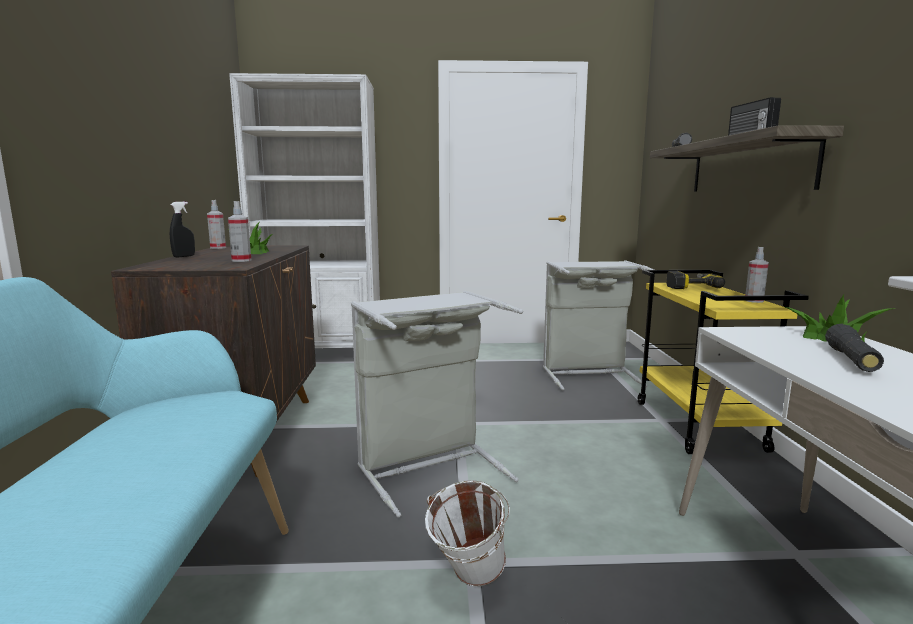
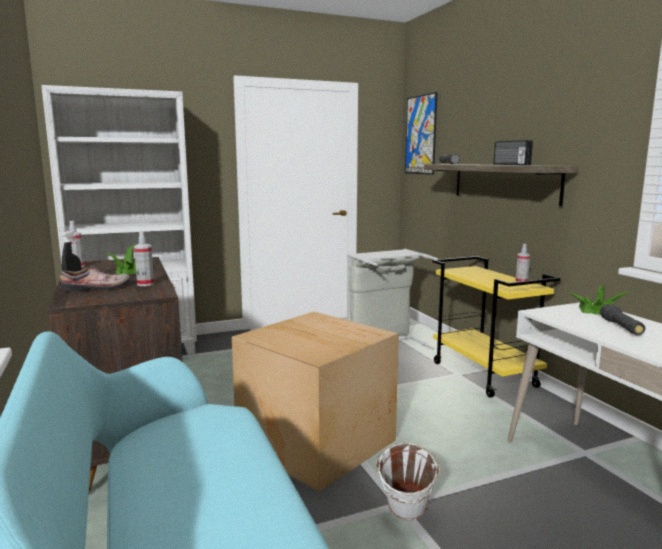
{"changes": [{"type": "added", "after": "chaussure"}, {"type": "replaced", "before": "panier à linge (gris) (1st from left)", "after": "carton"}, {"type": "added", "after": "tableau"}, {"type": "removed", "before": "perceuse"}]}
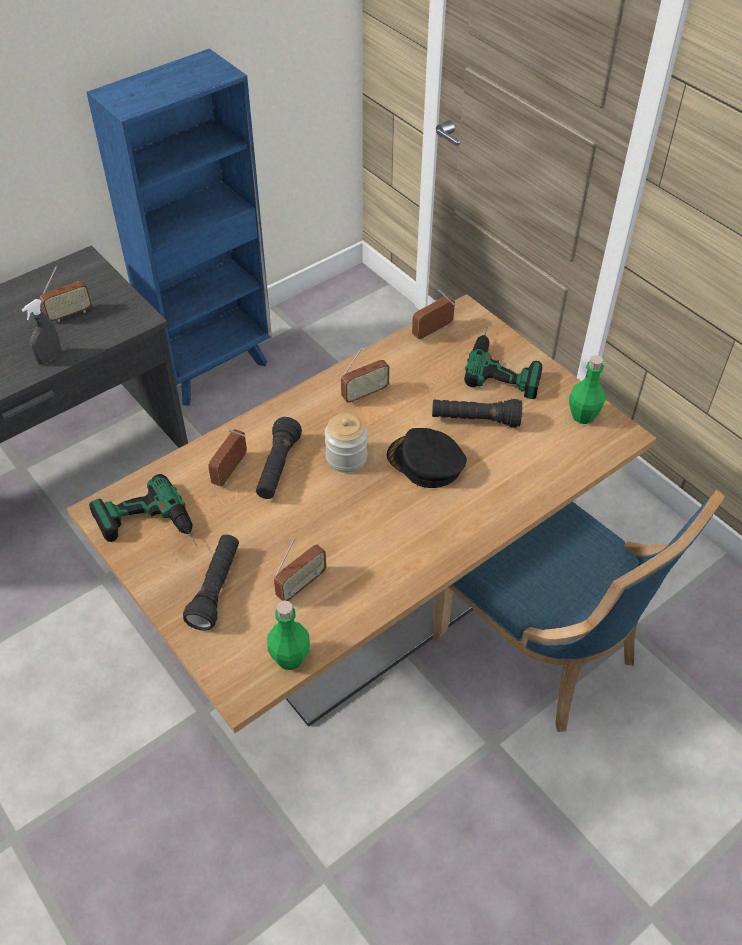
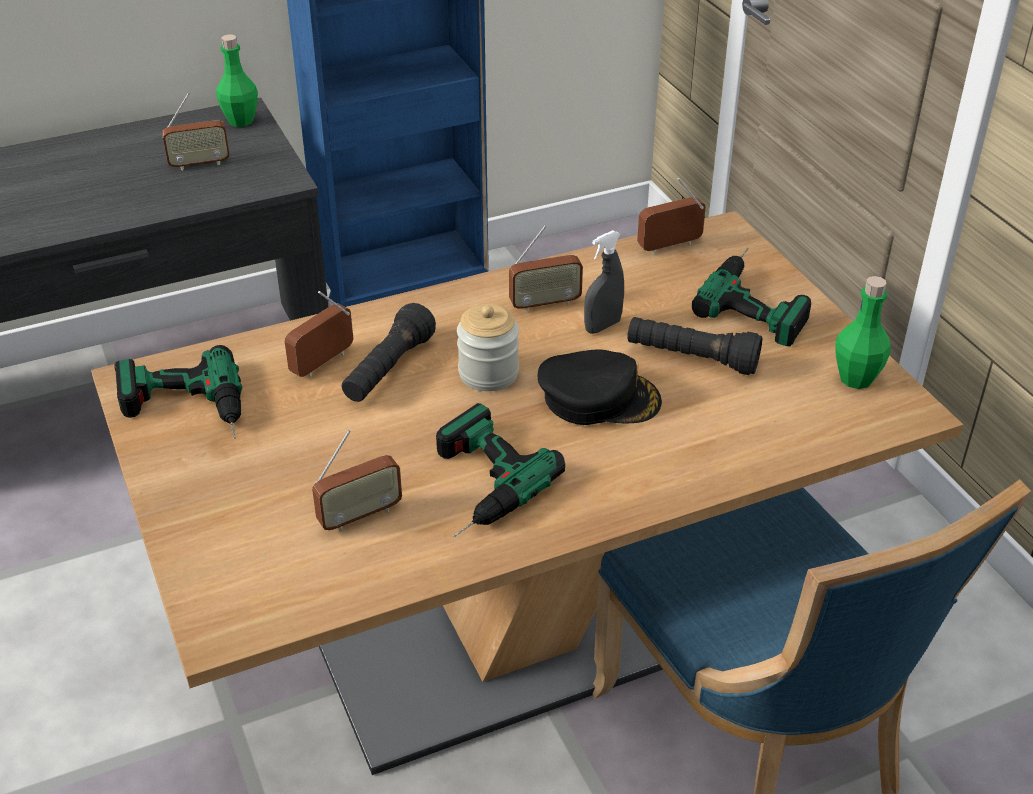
{"changes": [{"type": "moved", "before": "bouteille (vert) (1st from left)"}, {"type": "added", "after": "perceuse (2nd from left)"}, {"type": "turned", "before": "casquette (noir)", "turn": 135}, {"type": "moved", "before": "vaporisateur (gris)"}, {"type": "removed", "before": "lampe de poche (noir) (1st from left)"}]}
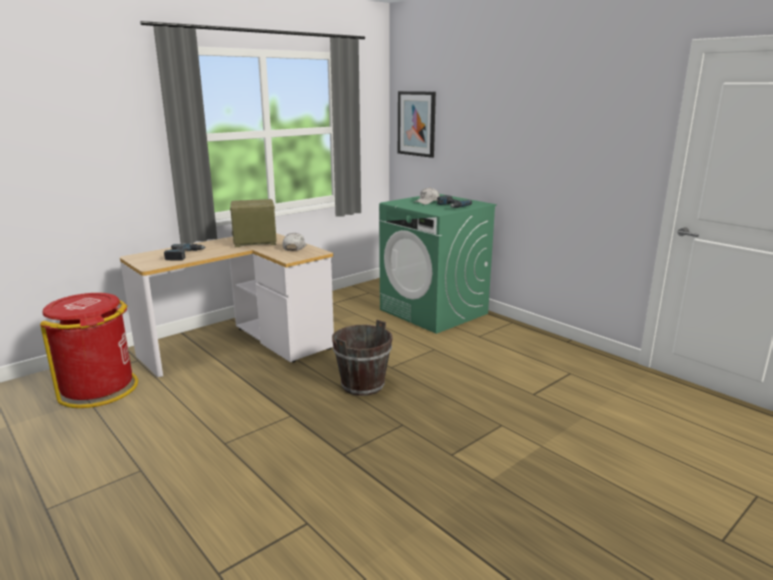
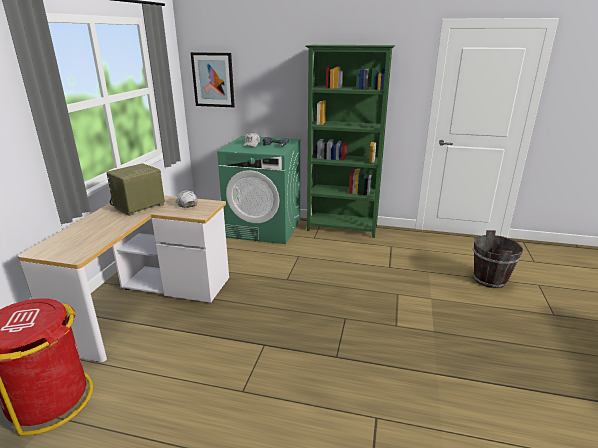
{"changes": [{"type": "added", "after": "bibliothèque (vert)"}, {"type": "moved", "before": "seau (marron)"}, {"type": "removed", "before": "perceuse (1st from left)"}]}
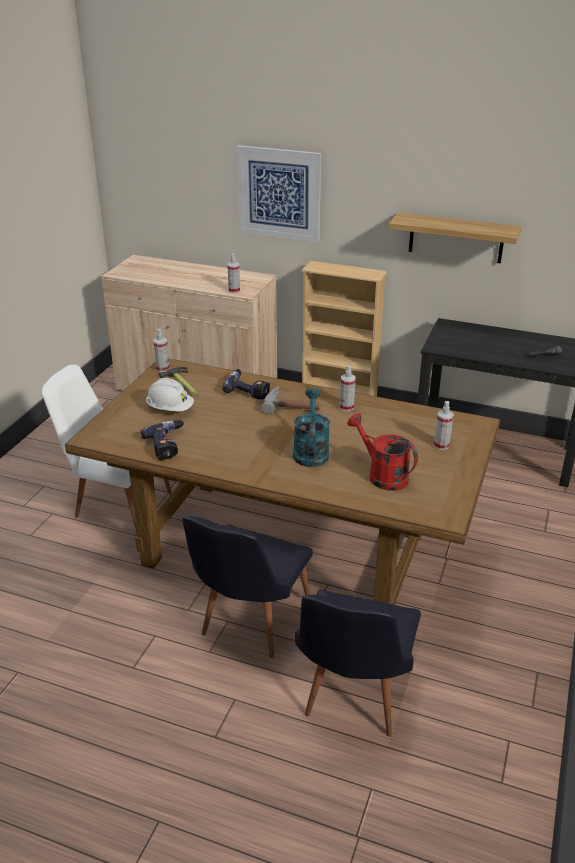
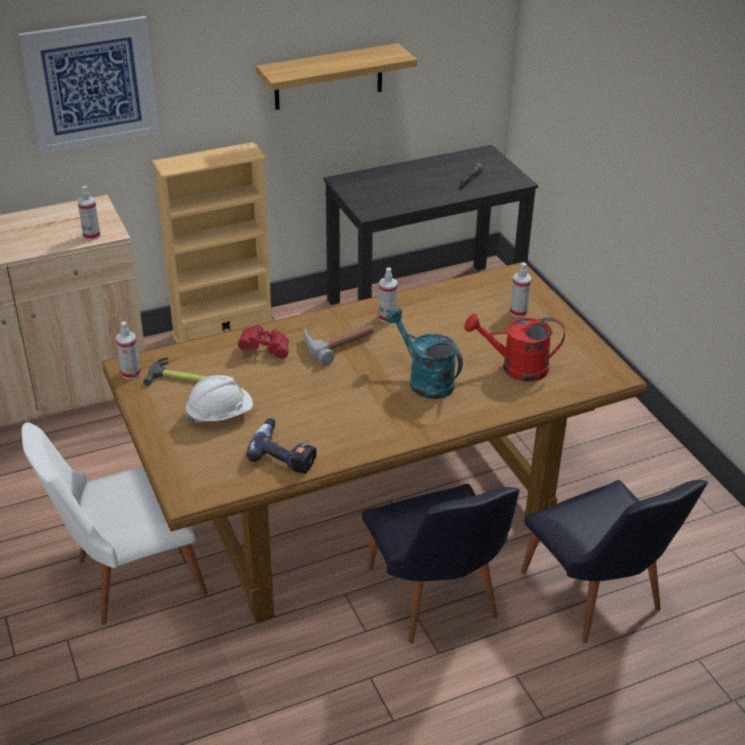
{"changes": [{"type": "replaced", "before": "perceuse (2nd from left)", "after": "jumelles (rouge)"}]}
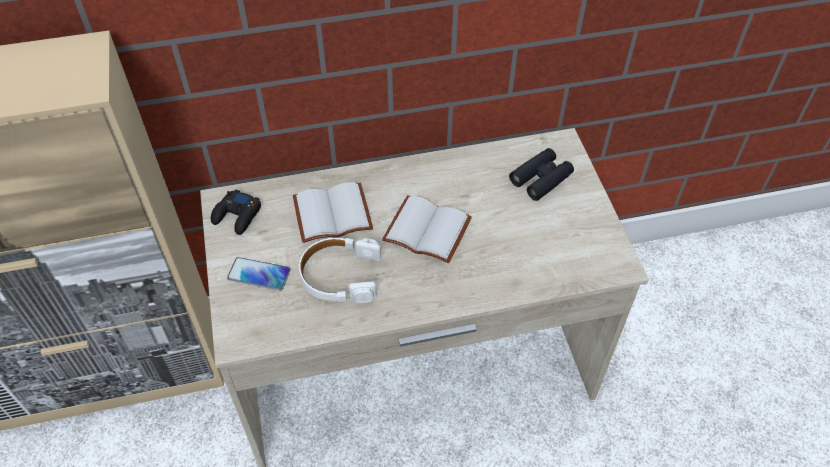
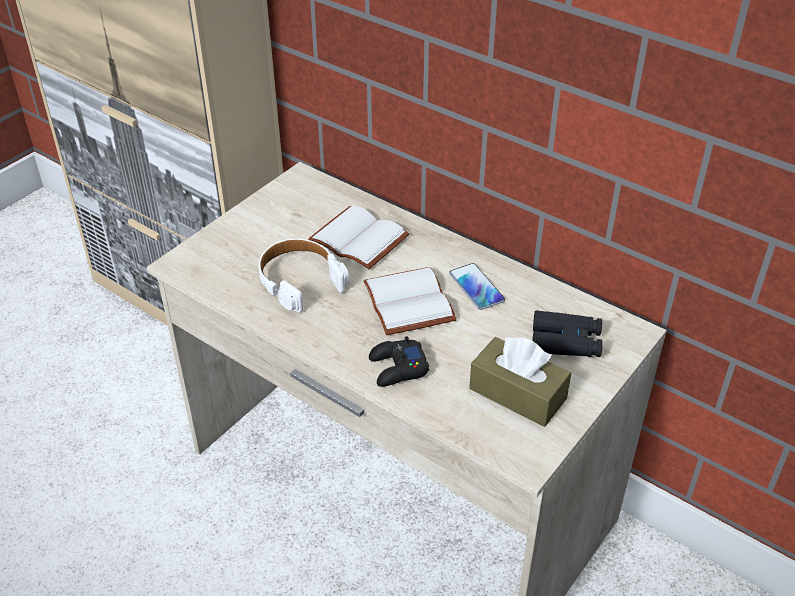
{"changes": [{"type": "moved", "before": "manette (noir)"}, {"type": "moved", "before": "téléphone"}, {"type": "added", "after": "boîte à mouchoirs (marron)"}]}
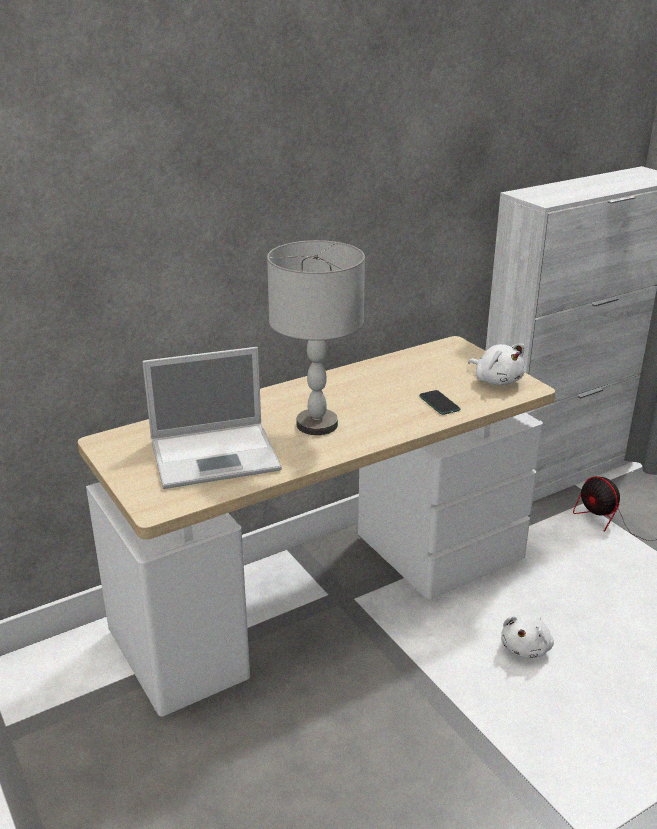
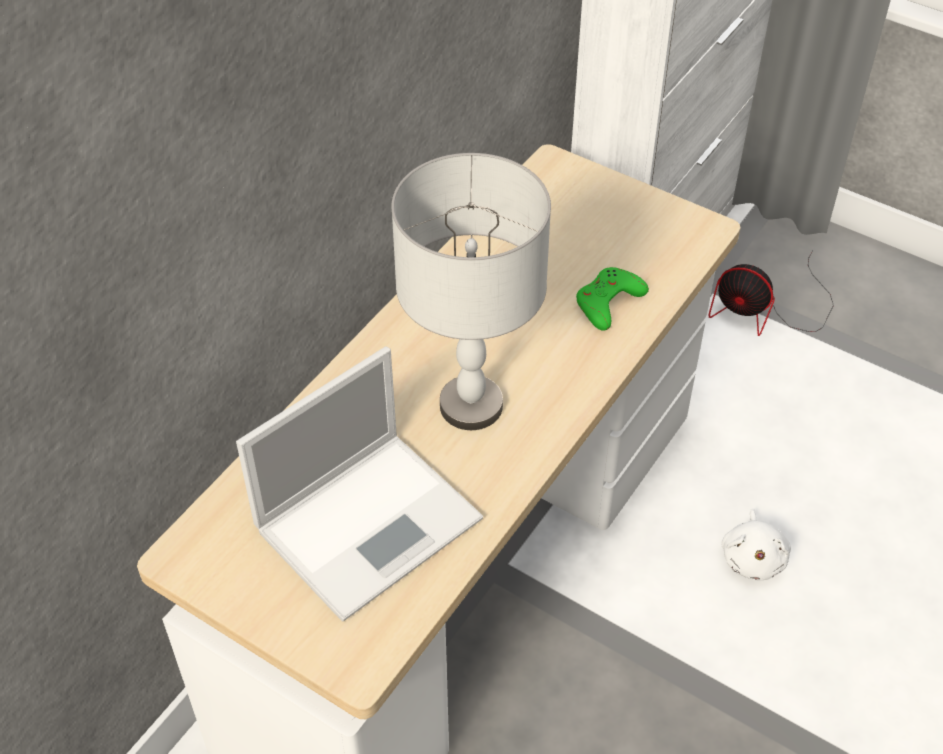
{"changes": [{"type": "replaced", "before": "téléphone", "after": "manette (vert)"}, {"type": "removed", "before": "peluche (blanc) (1st from left)"}]}
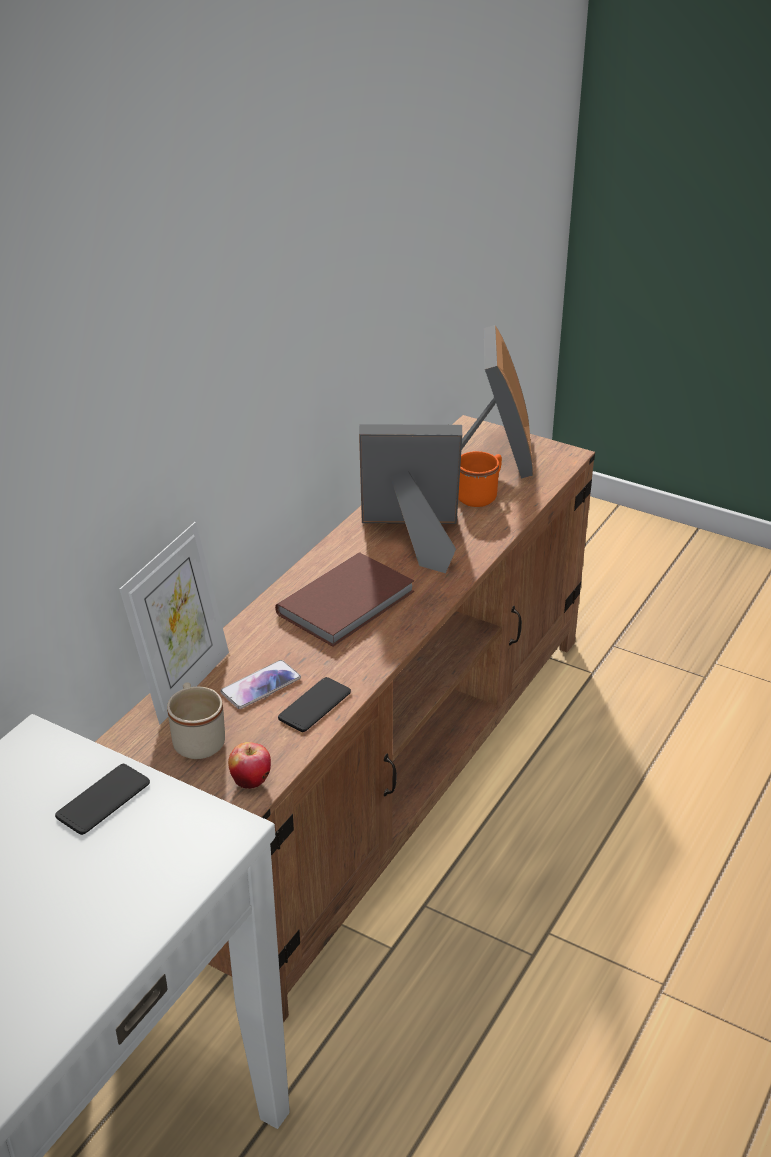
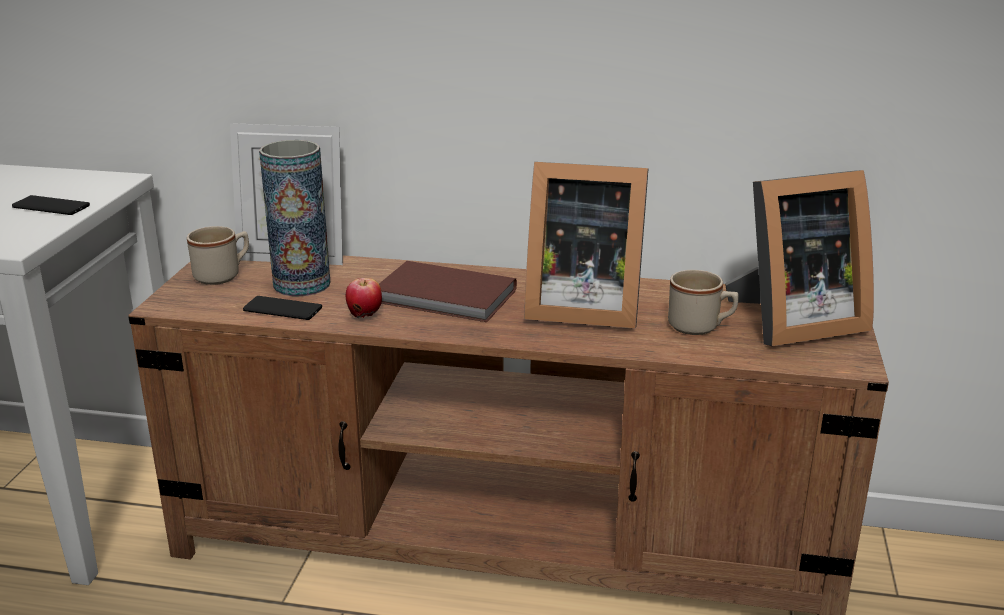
{"changes": [{"type": "replaced", "before": "téléphone (2nd from left)", "after": "vase"}, {"type": "moved", "before": "pomme"}, {"type": "turned", "before": "cadre photo (2nd from left)", "turn": 120}, {"type": "recoloured", "before": "mug (orange)", "after": "mug (beige) (2nd from left)"}]}
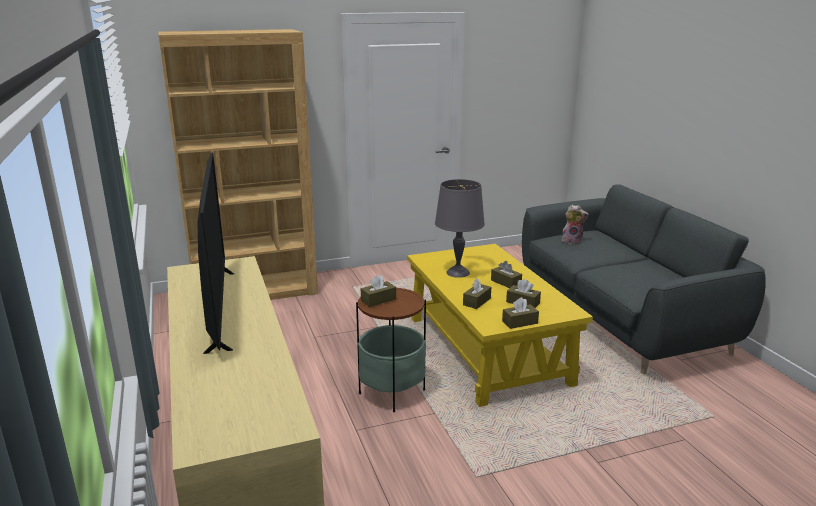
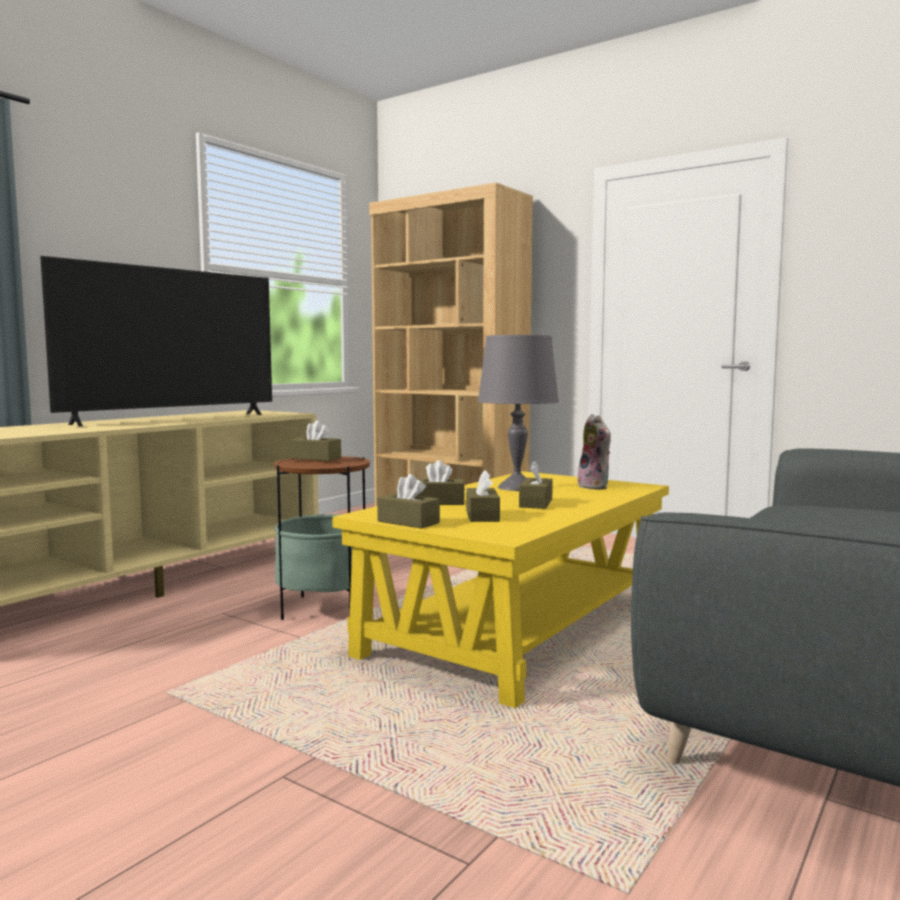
{"changes": [{"type": "moved", "before": "peluche"}]}
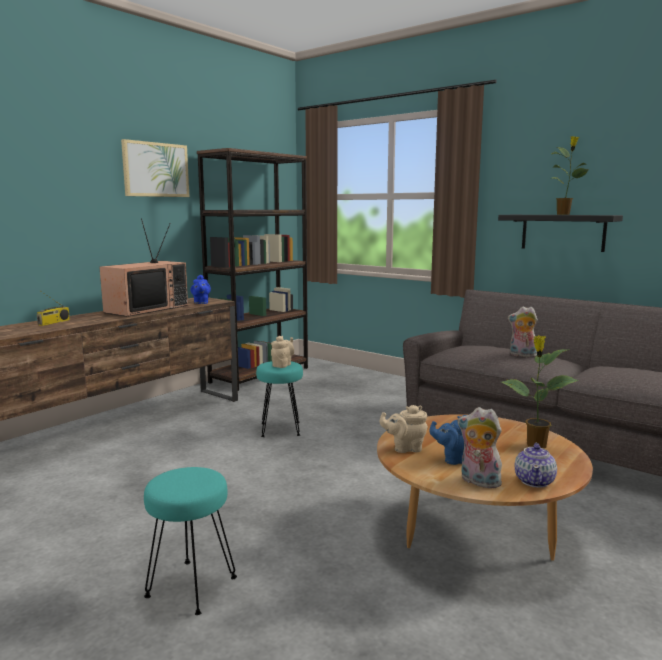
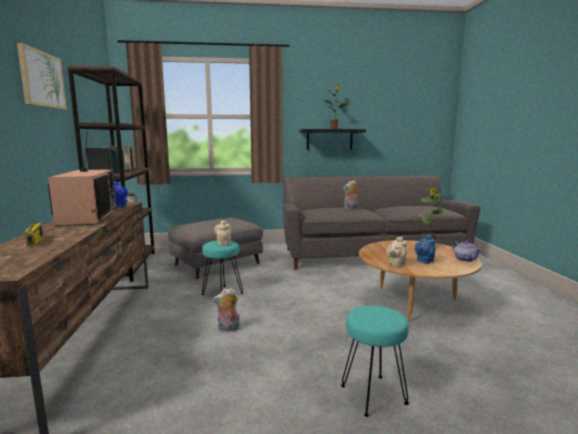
{"changes": [{"type": "added", "after": "pouf (gris)"}, {"type": "moved", "before": "peluche (1st from left)"}]}
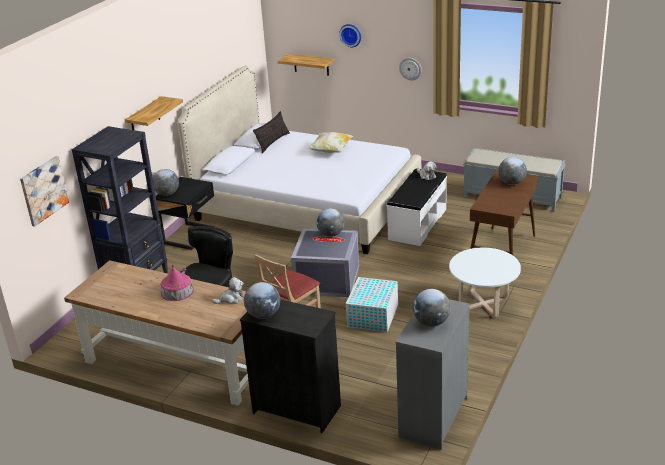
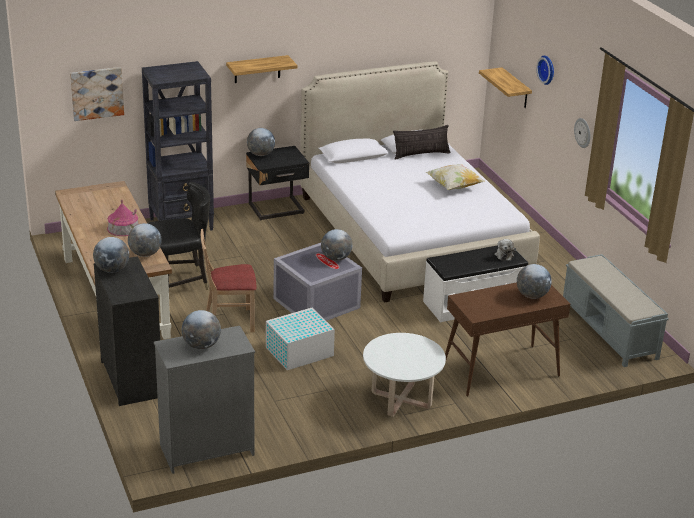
{"changes": [{"type": "replaced", "before": "peluche (1st from left)", "after": "globe (2nd from left)"}]}
